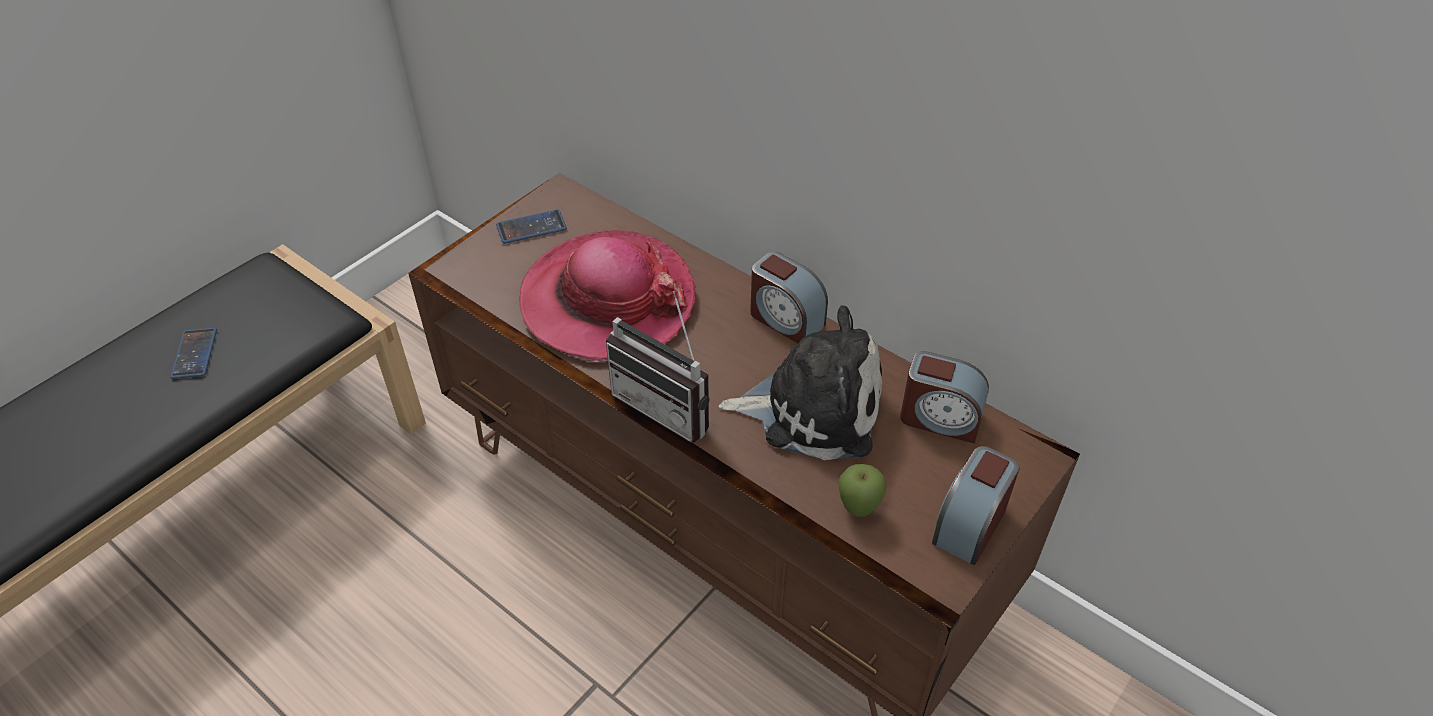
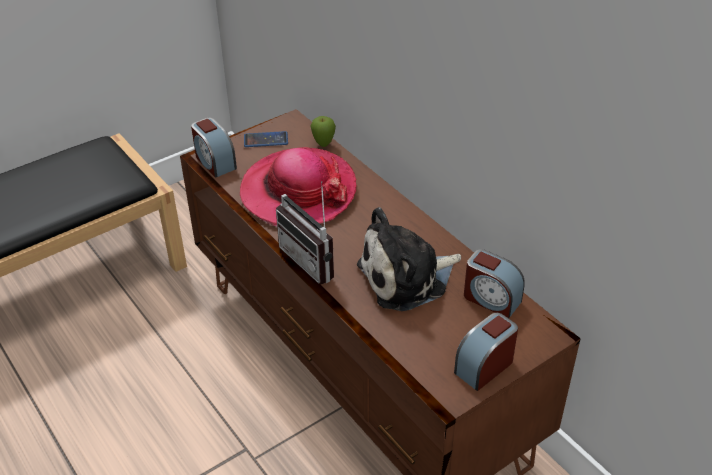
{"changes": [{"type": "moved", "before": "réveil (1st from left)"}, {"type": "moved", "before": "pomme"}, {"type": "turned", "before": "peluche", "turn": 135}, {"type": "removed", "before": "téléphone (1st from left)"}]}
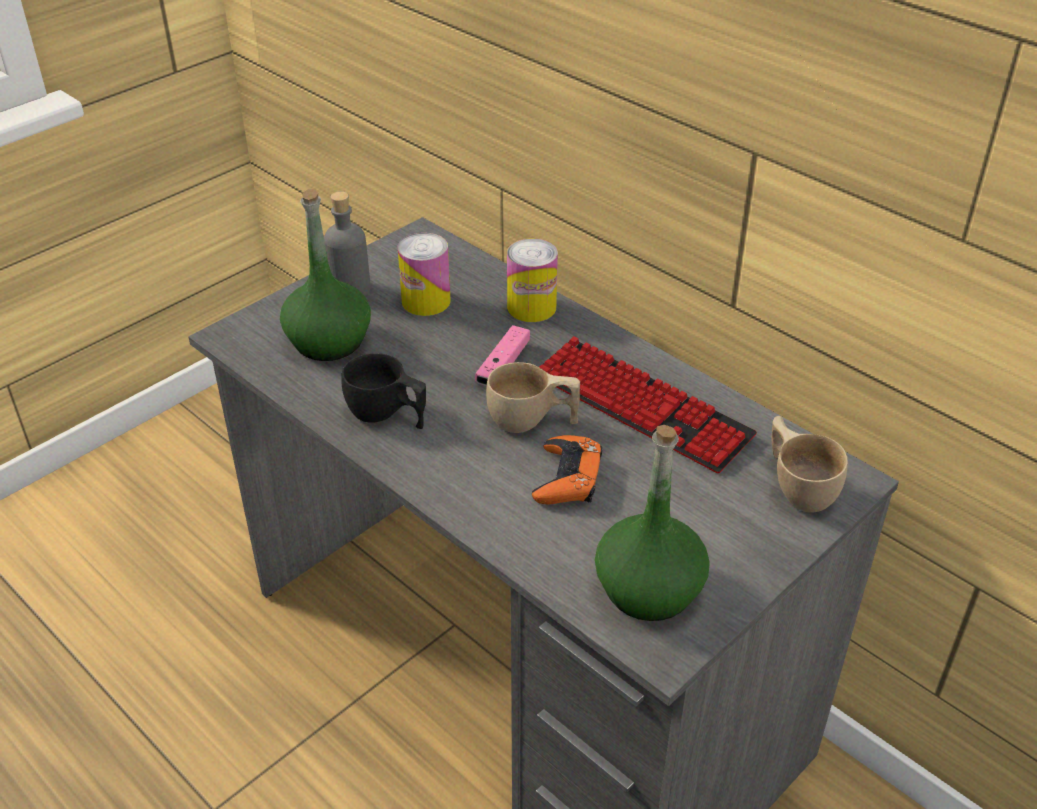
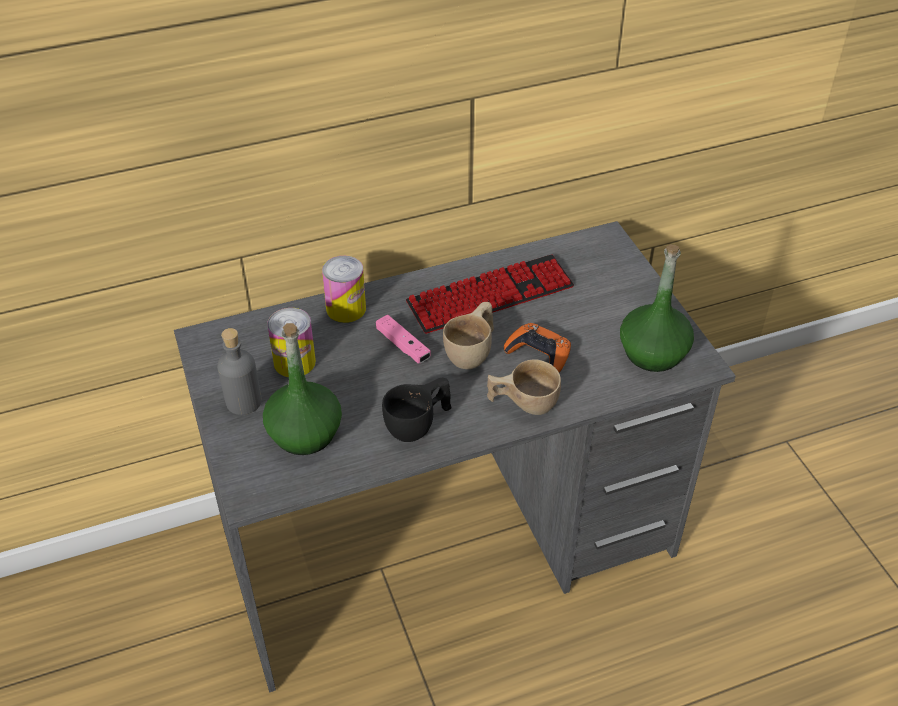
{"changes": [{"type": "moved", "before": "tasse (beige) (2nd from left)"}]}
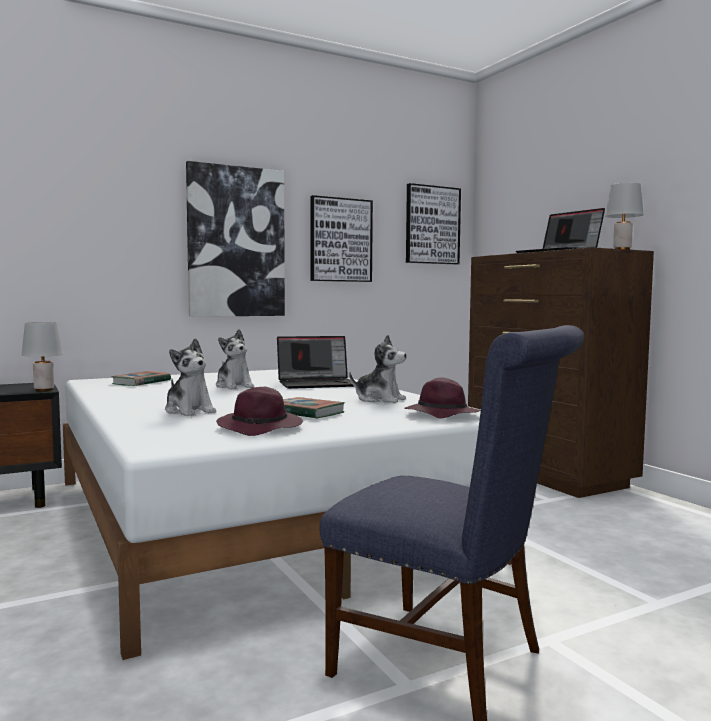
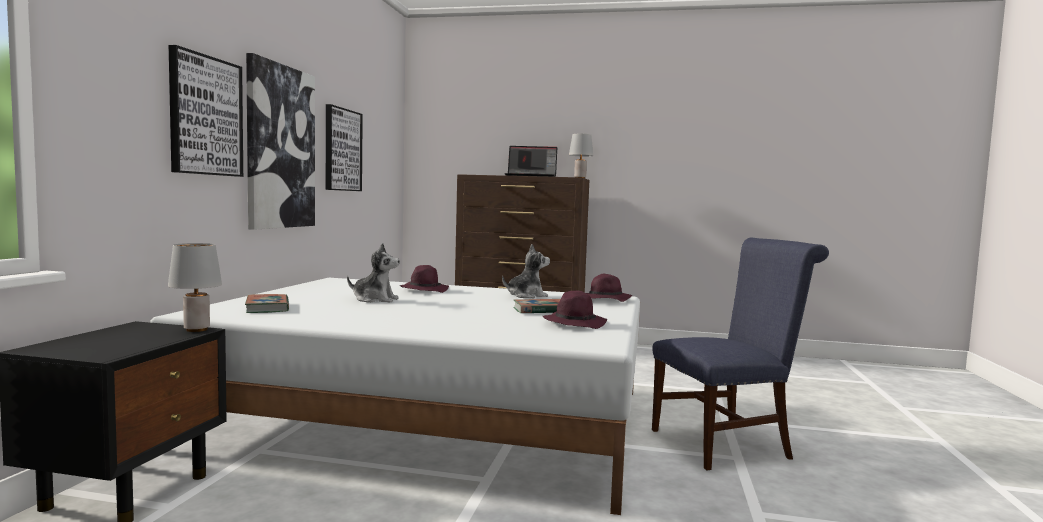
{"changes": [{"type": "moved", "before": "tableau (3rd from left in the first image)", "after": "tableau (1st from left)"}, {"type": "replaced", "before": "ordinateur portable (1st from left)", "after": "chapeau (violet) (1st from left)"}, {"type": "removed", "before": "peluche (1st from left)"}]}
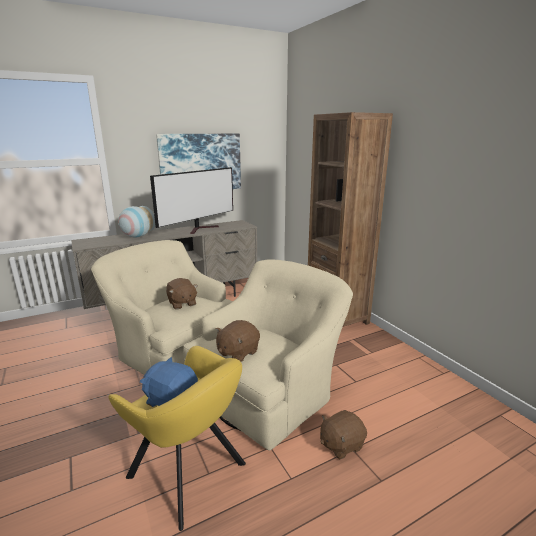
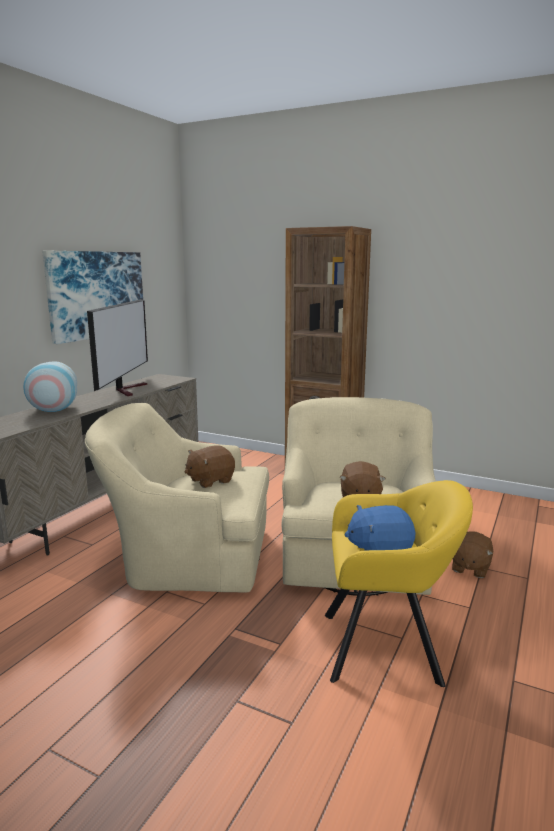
{"changes": [{"type": "turned", "before": "peluche (marron) (1st from left)", "turn": 120}]}
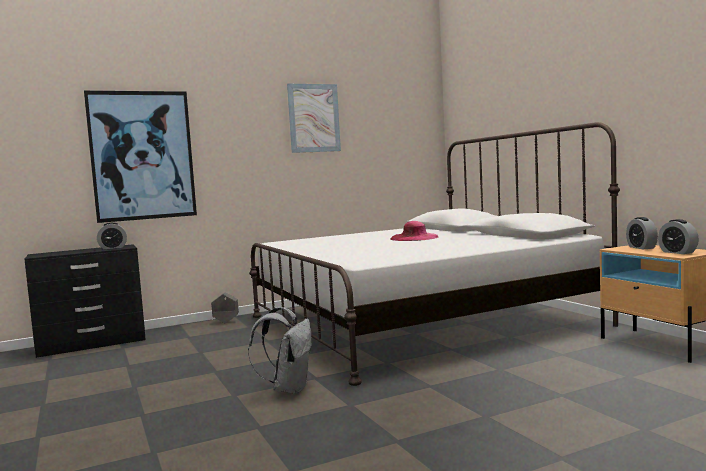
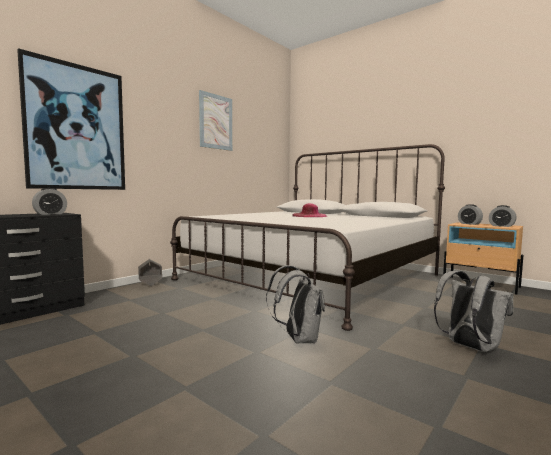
{"changes": [{"type": "added", "after": "sac à dos (gris) (2nd from left)"}]}
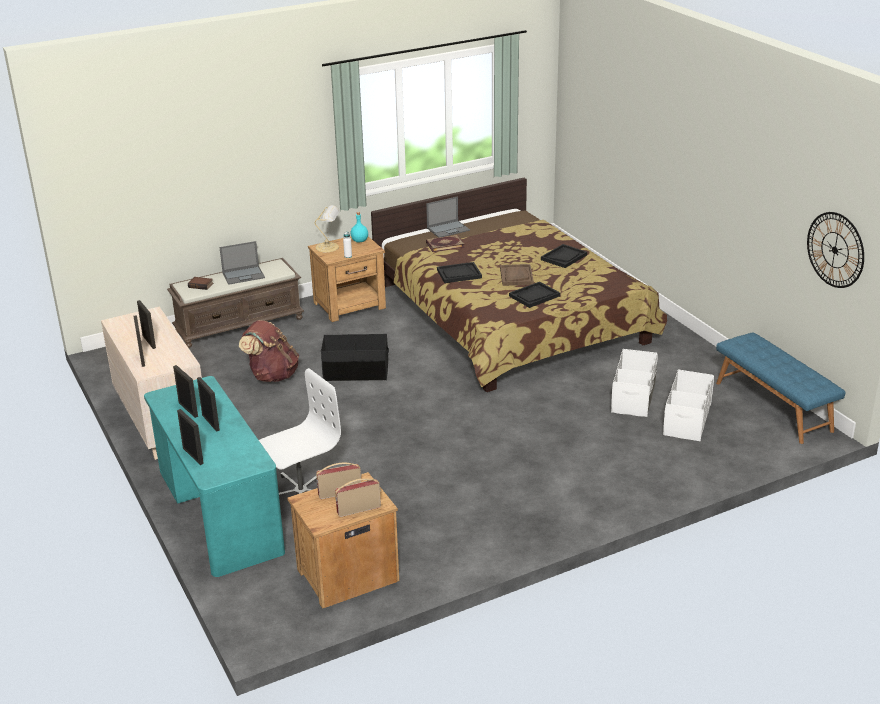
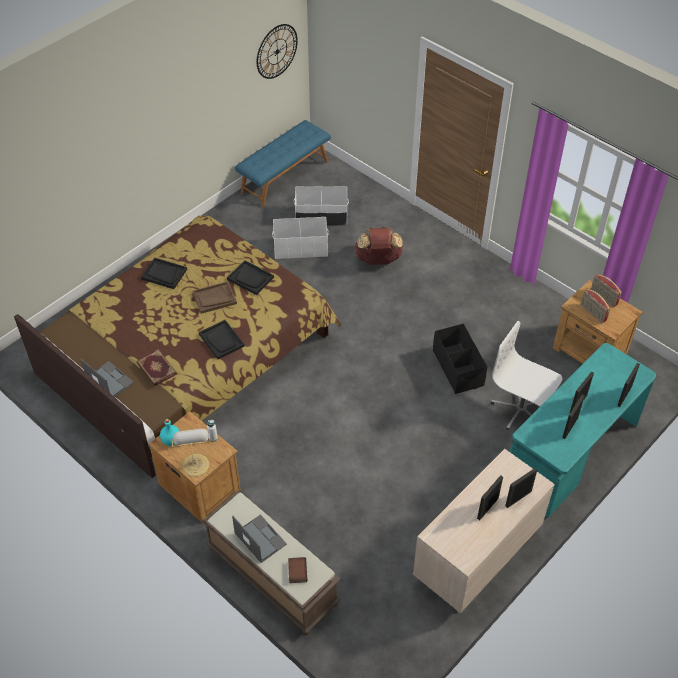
{"changes": [{"type": "moved", "before": "sac à dos (marron)"}, {"type": "moved", "before": "boîte de rangement (noir)"}]}
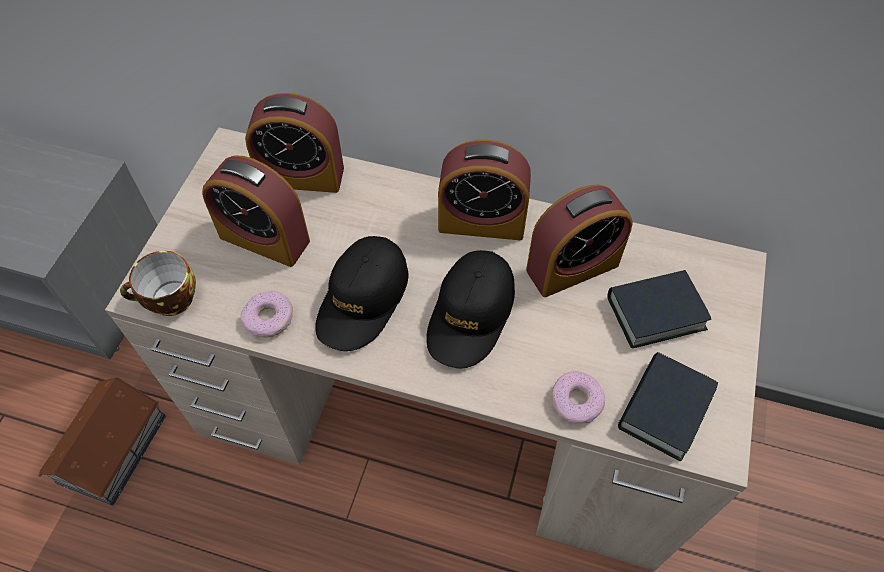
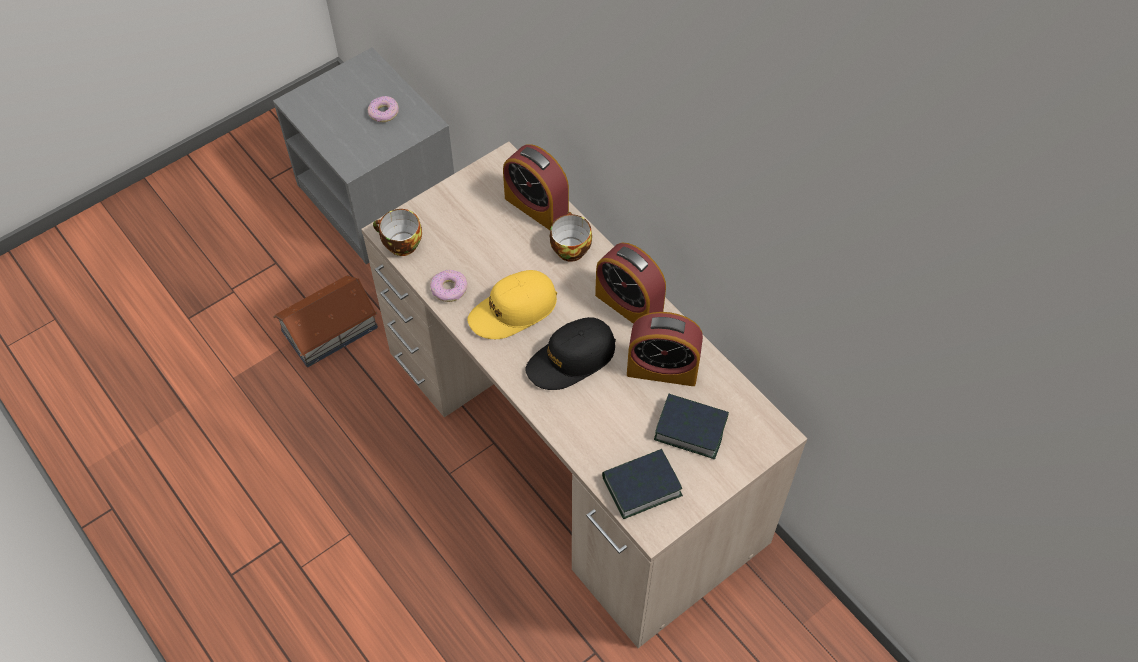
{"changes": [{"type": "moved", "before": "beignet (2nd from left in the first image)", "after": "beignet (1st from left)"}, {"type": "recoloured", "before": "casquette (noir) (1st from left)", "after": "casquette (jaune)"}, {"type": "added", "after": "tasse (2nd from left)"}, {"type": "removed", "before": "réveil (1st from left)"}]}
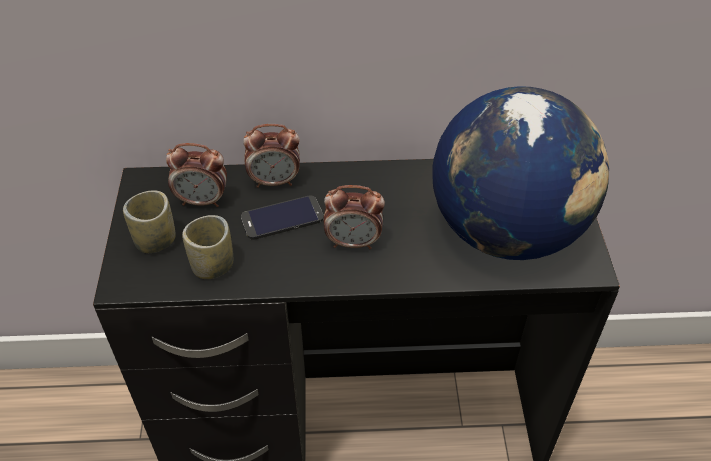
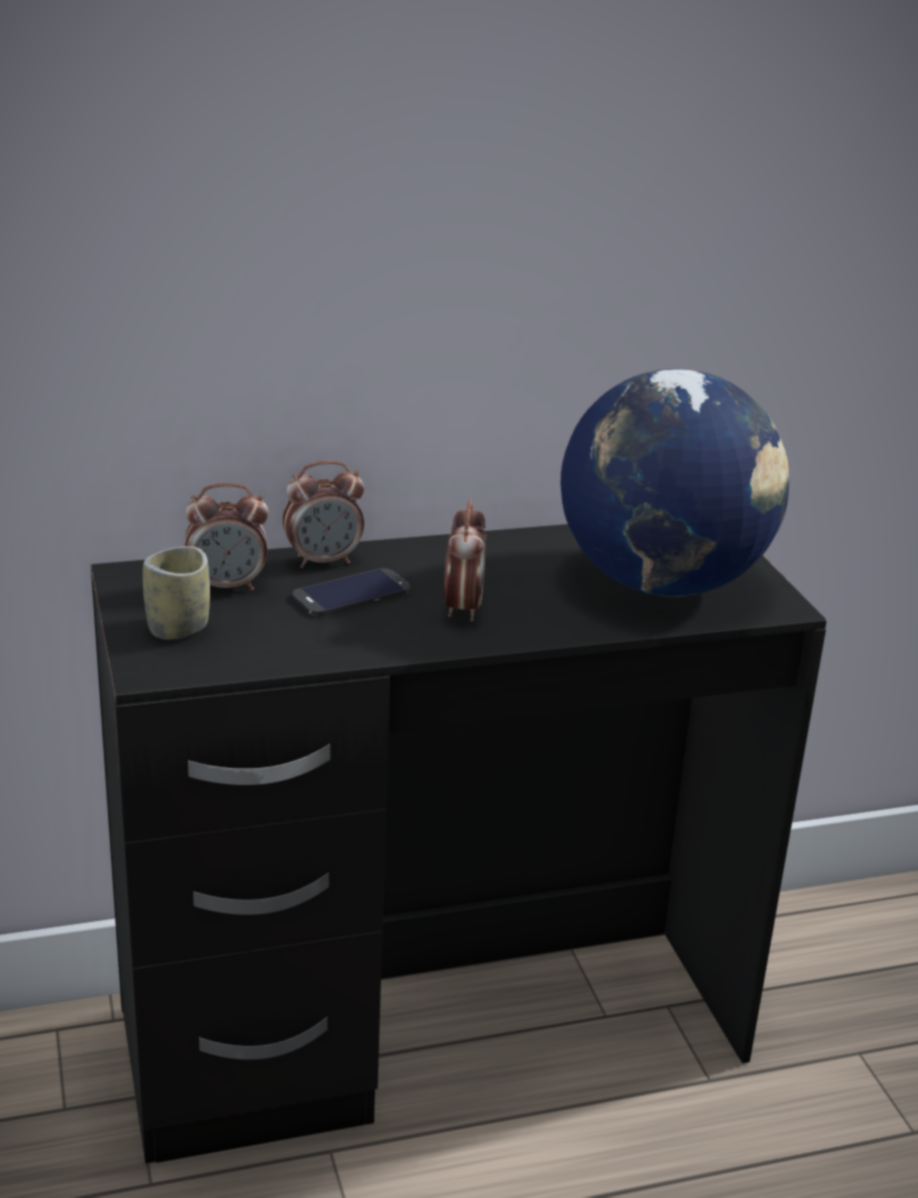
{"changes": [{"type": "turned", "before": "réveil (3rd from left)", "turn": -75}, {"type": "removed", "before": "tasse (2nd from left)"}]}
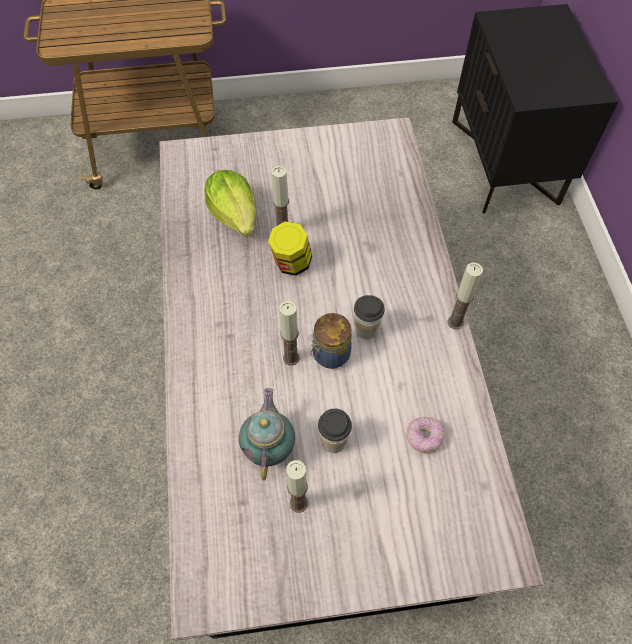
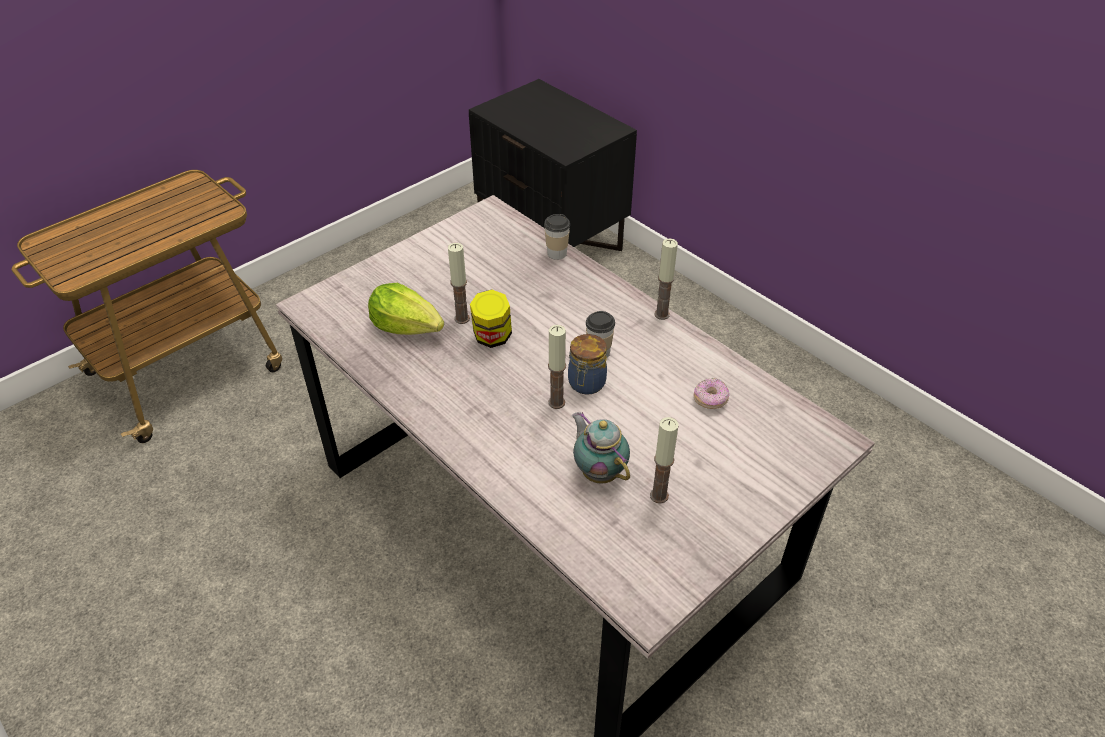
{"changes": [{"type": "moved", "before": "tasse (1st from left)"}]}
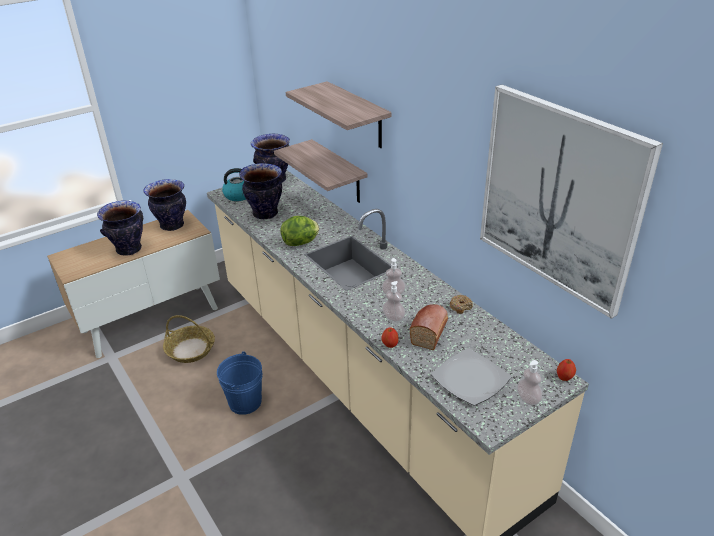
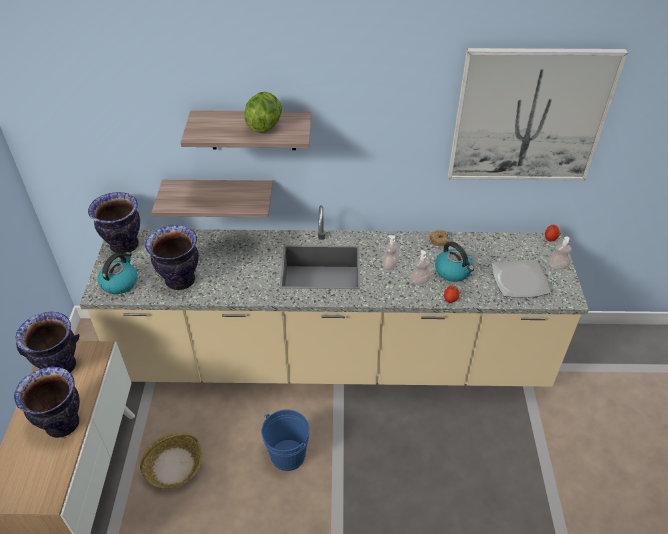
{"changes": [{"type": "moved", "before": "laitue"}, {"type": "replaced", "before": "pain", "after": "bouilloire (2nd from left)"}]}
